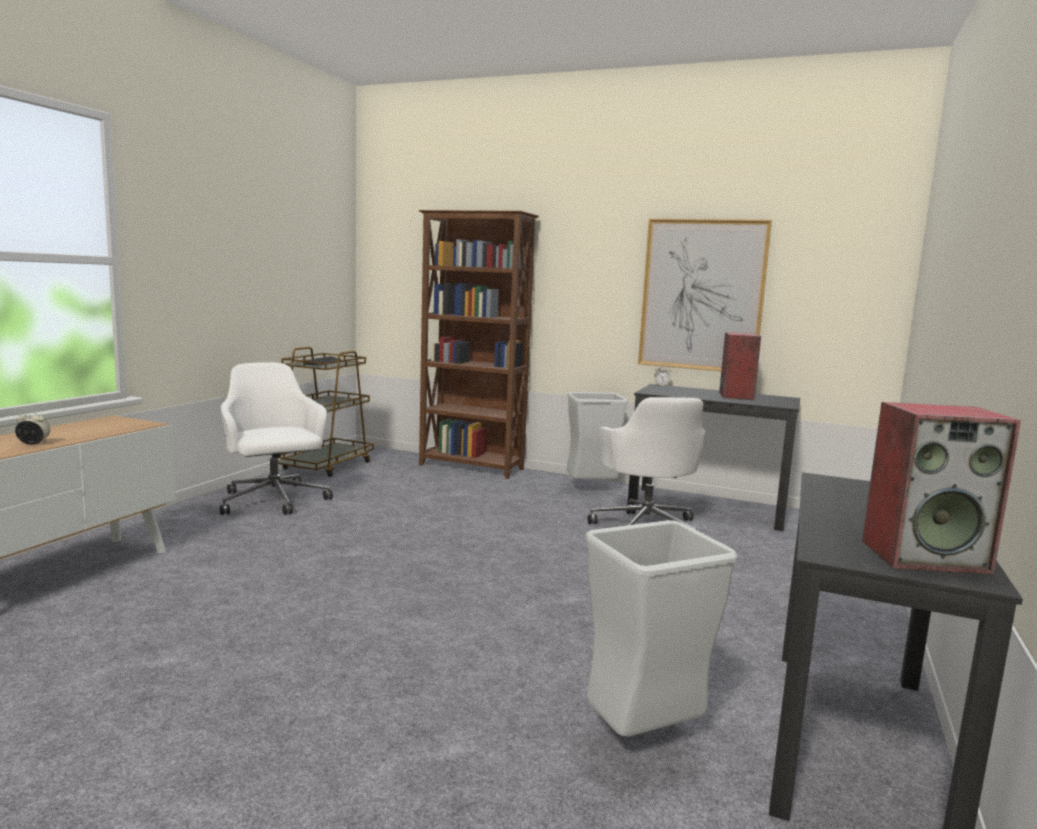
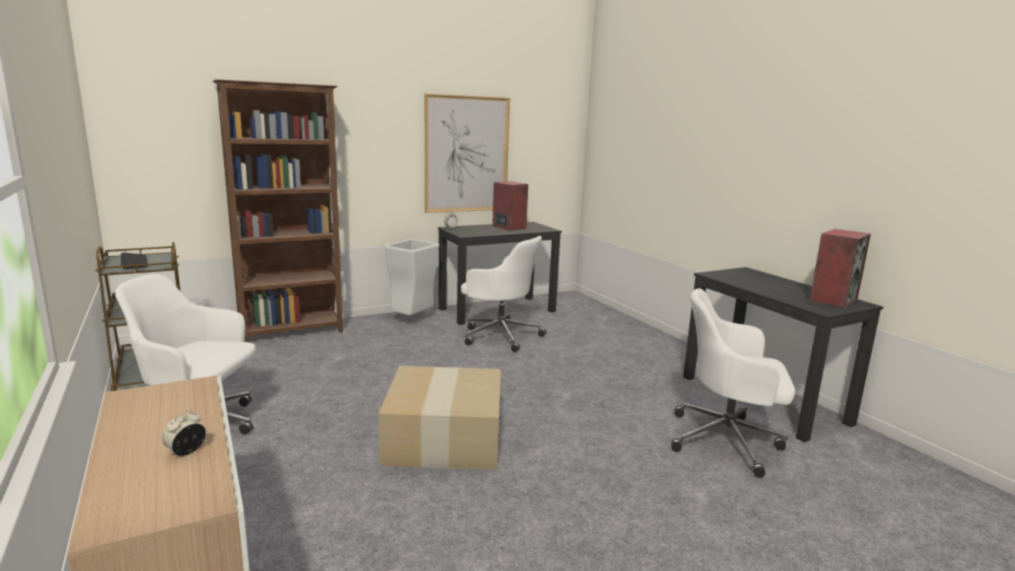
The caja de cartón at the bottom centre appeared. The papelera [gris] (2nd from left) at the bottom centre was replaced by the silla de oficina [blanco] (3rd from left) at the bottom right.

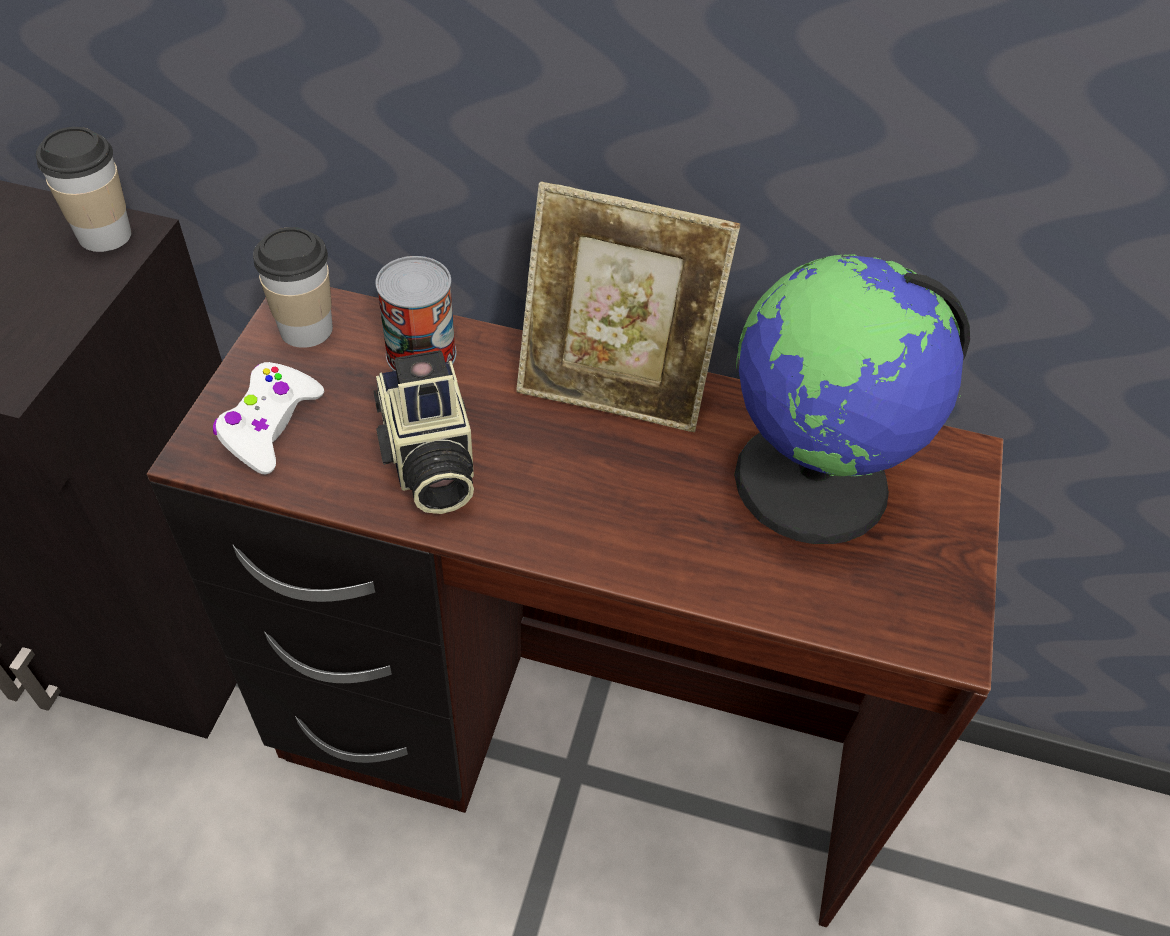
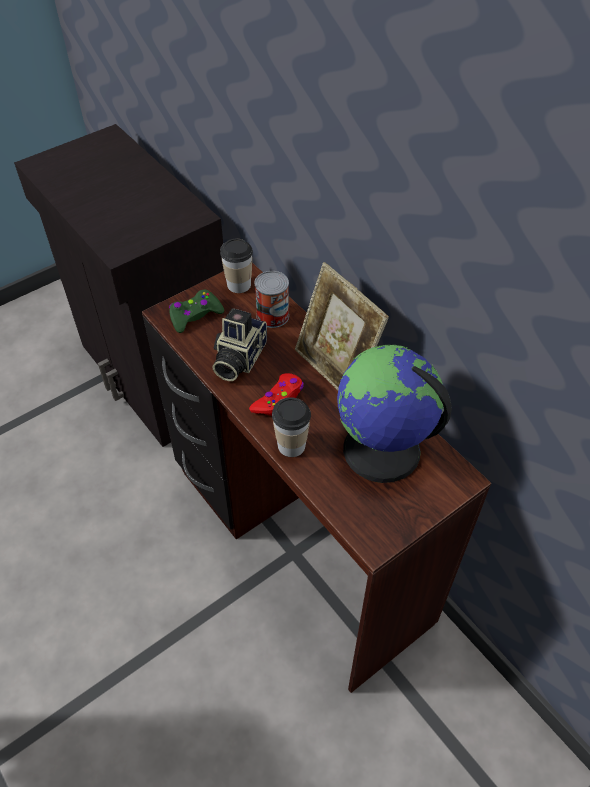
The mando de consola [blanco] at the middle left became the mando de consola [verde] at the middle left. The mando de consola [rojo] at the centre appeared. The taza (1st from left in the first image) moved from the top left to the centre.

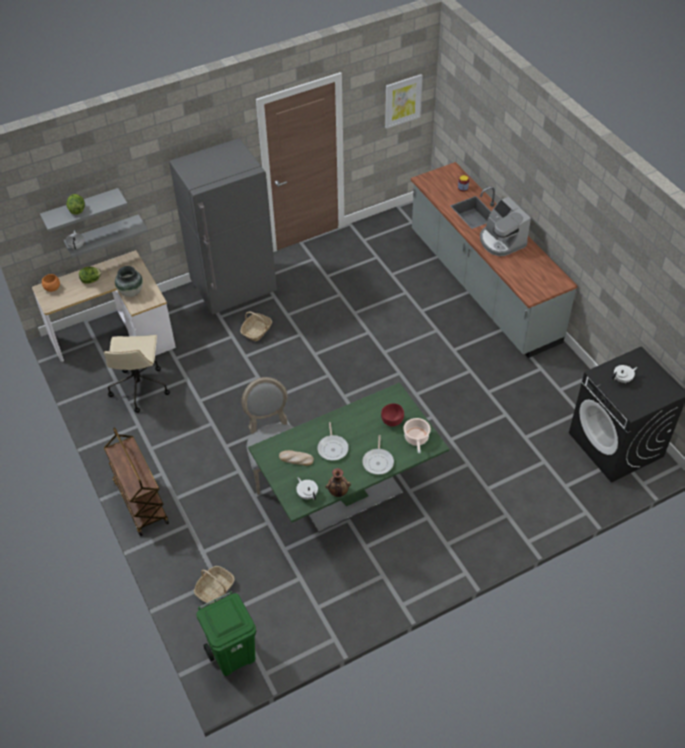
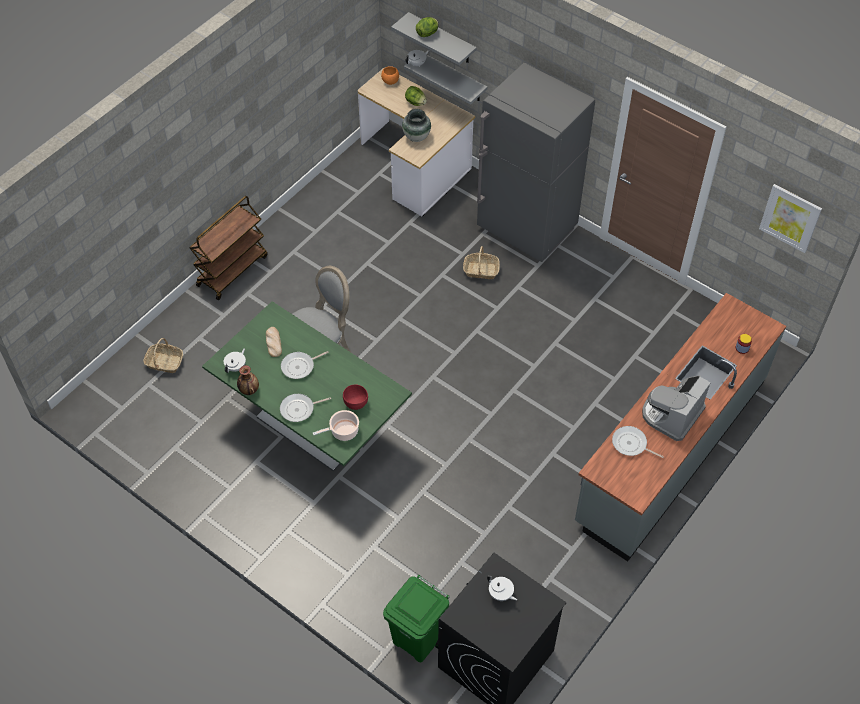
The papelera [verde] moved from the bottom left to the bottom centre. The sartén (3rd from left) at the middle right appeared. The silla de oficina [beis] at the middle left disappeared.

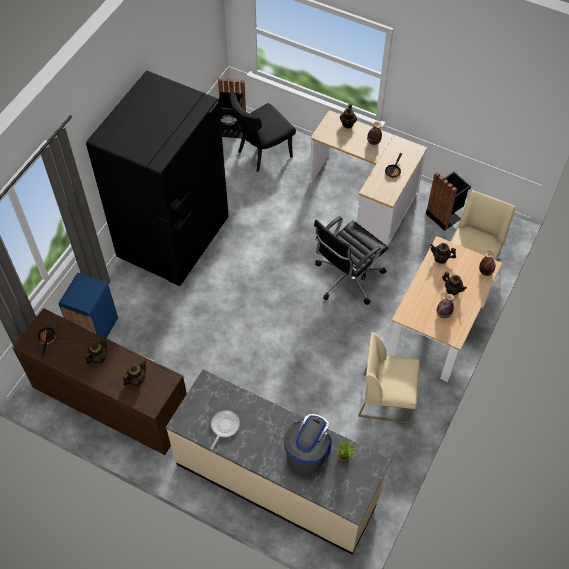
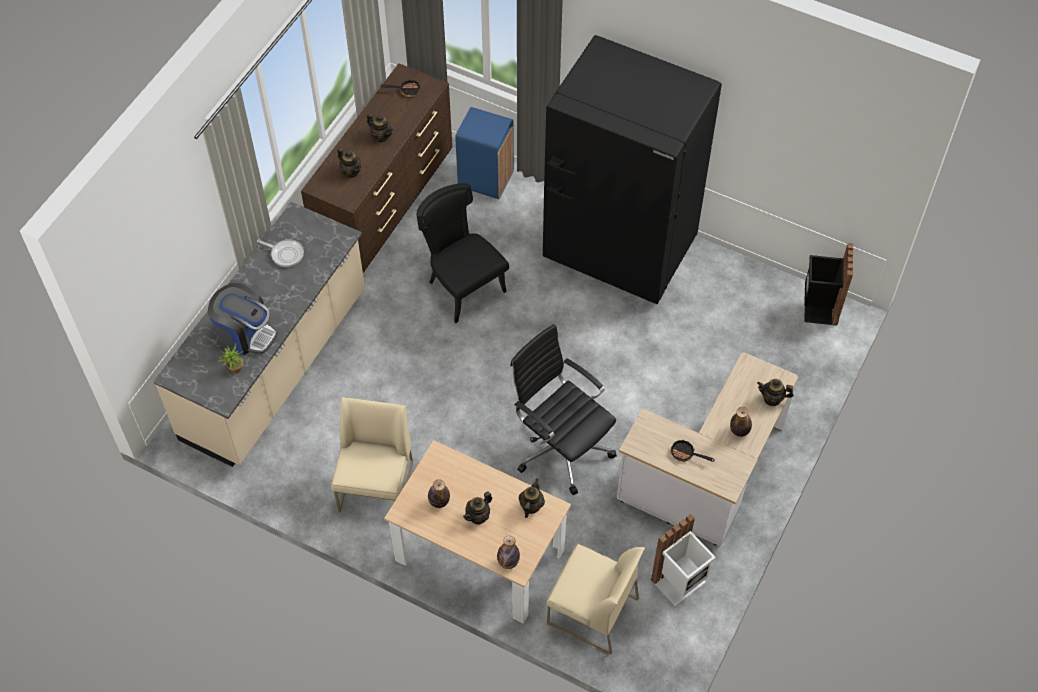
The silla [negro] moved from the top centre to the centre. The papelera [negro] (2nd from left) at the middle right became the papelera [blanco] at the bottom centre.

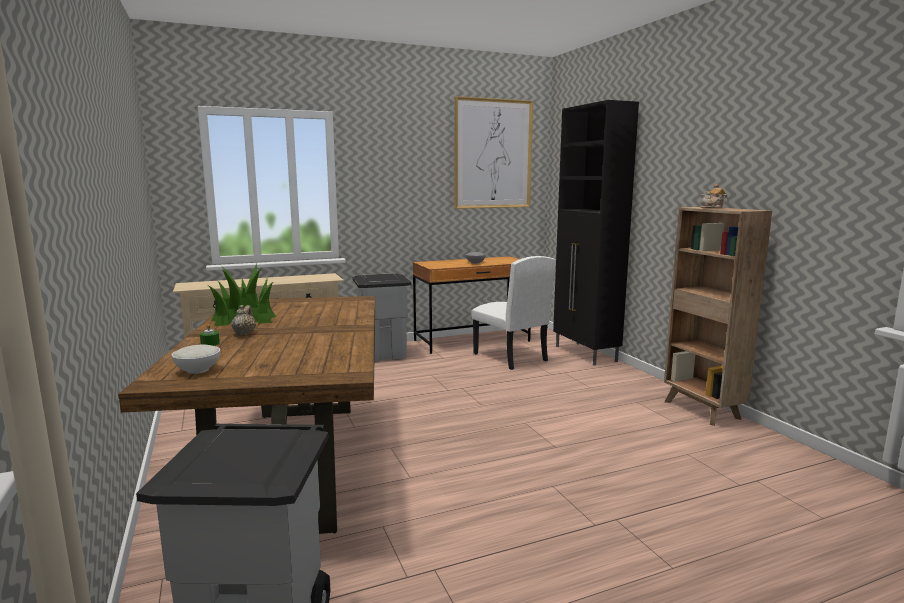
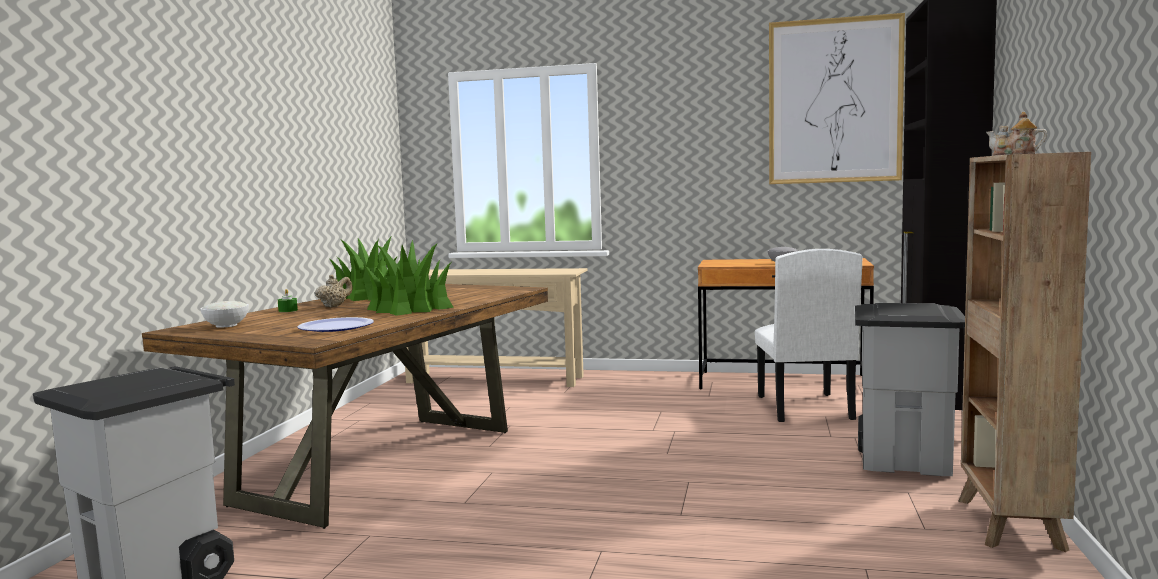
The plato at the middle left appeared. The planta en maceta (2nd from left) at the centre appeared. The papelera [gris] (2nd from left) moved from the centre to the bottom right.

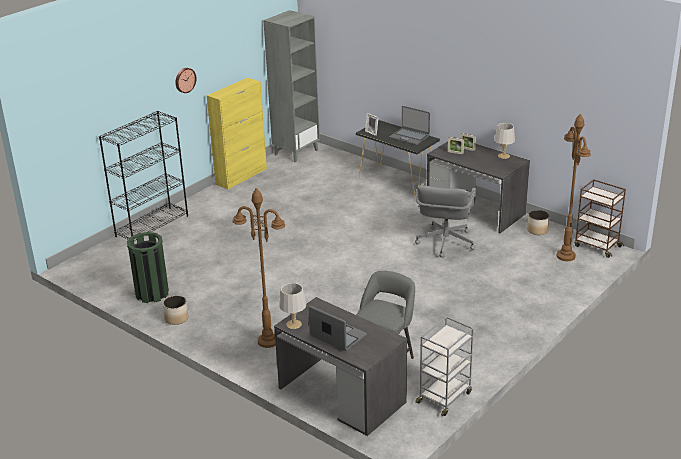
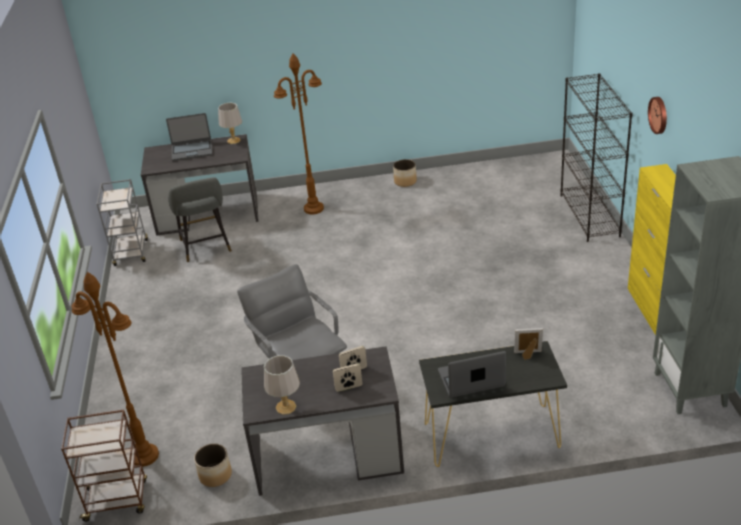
The papelera [verde] at the middle left disappeared.

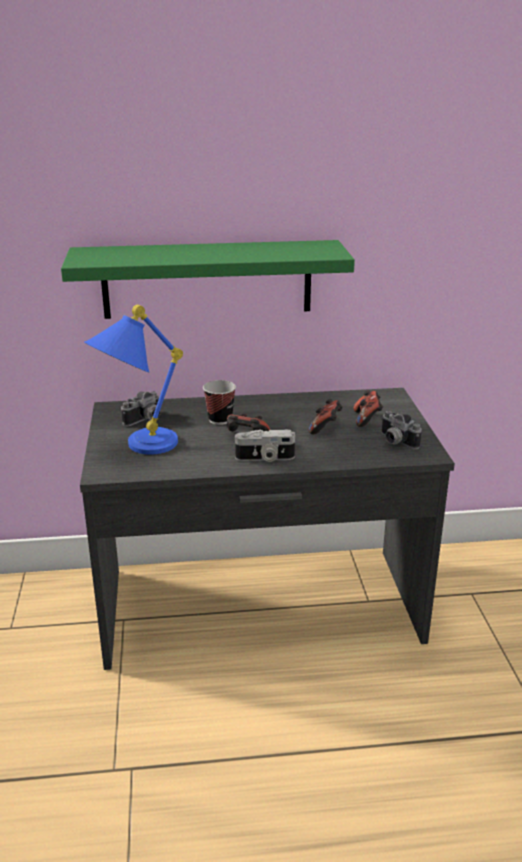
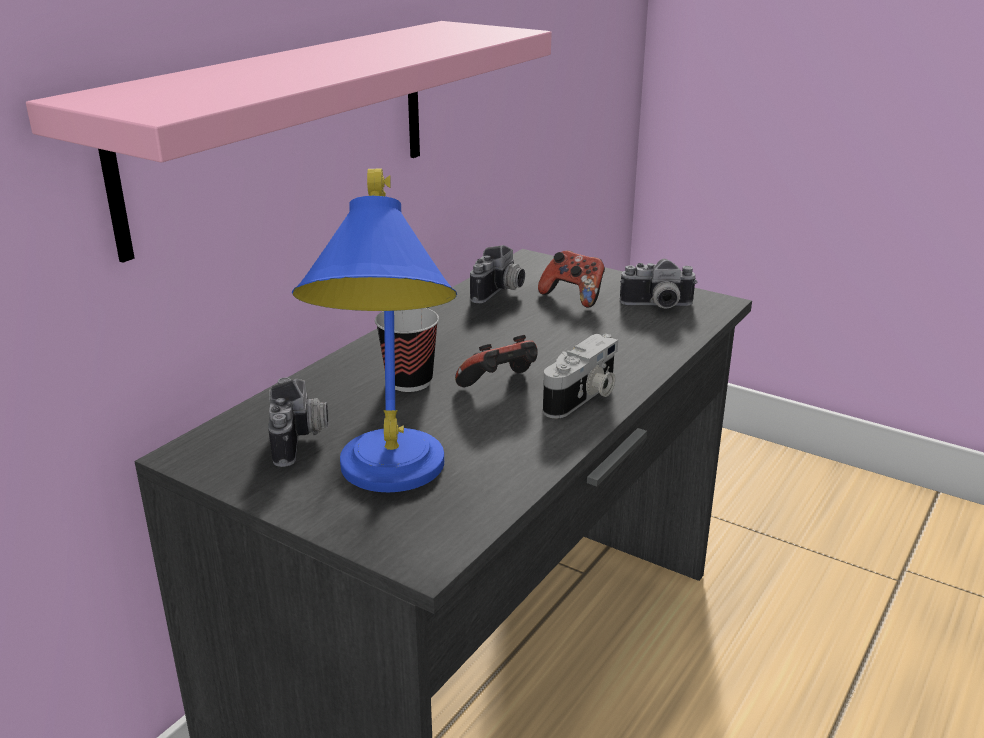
The estante [verde] at the top centre became the estante [rosa] at the top left. The cámara (2nd from left) at the centre appeared. The mando de consola (2nd from left) at the centre disappeared.

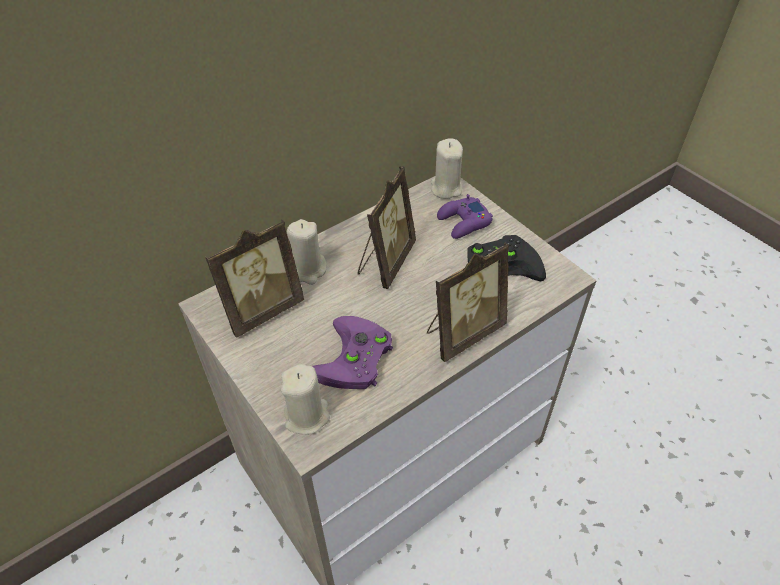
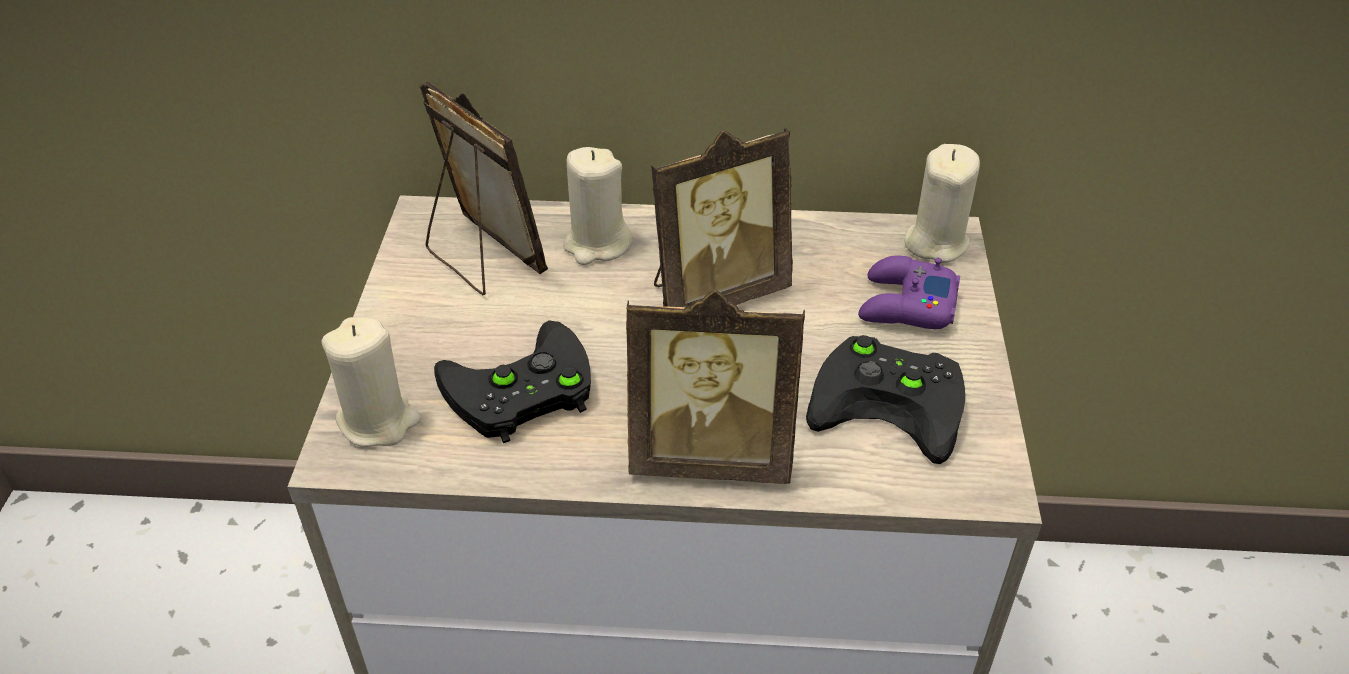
The portarretratos (1st from left) at the middle left turned 135 degrees counterclockwise. The mando de consola [morado] (1st from left) at the centre became the mando de consola [negro] (1st from left) at the centre.

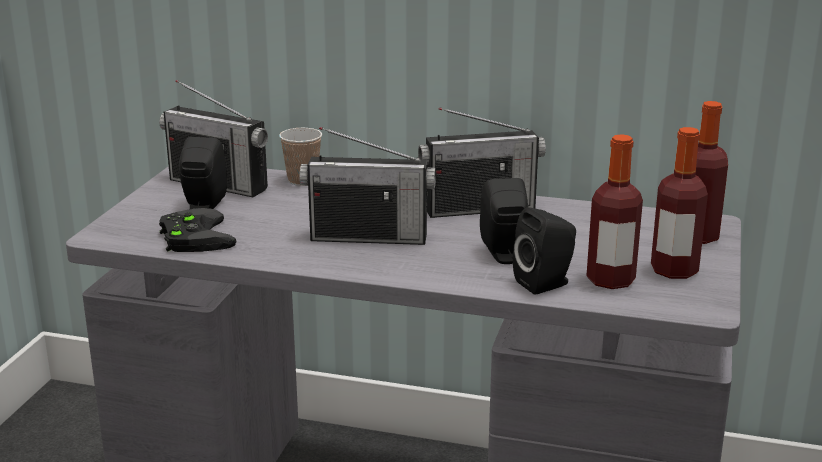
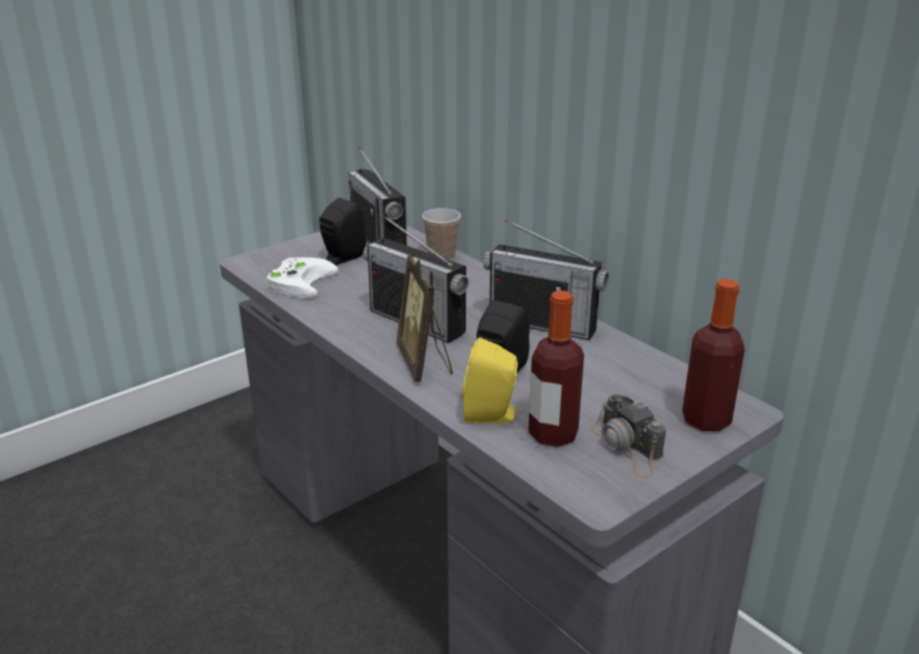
The mando de consola [negro] at the middle left became the mando de consola [blanco] at the middle left. The portarretratos at the centre appeared. The altavoz [negro] (3rd from left) at the centre became the altavoz [amarillo] at the centre. The botella (2nd from left) at the middle right was replaced by the cámara at the bottom right.

